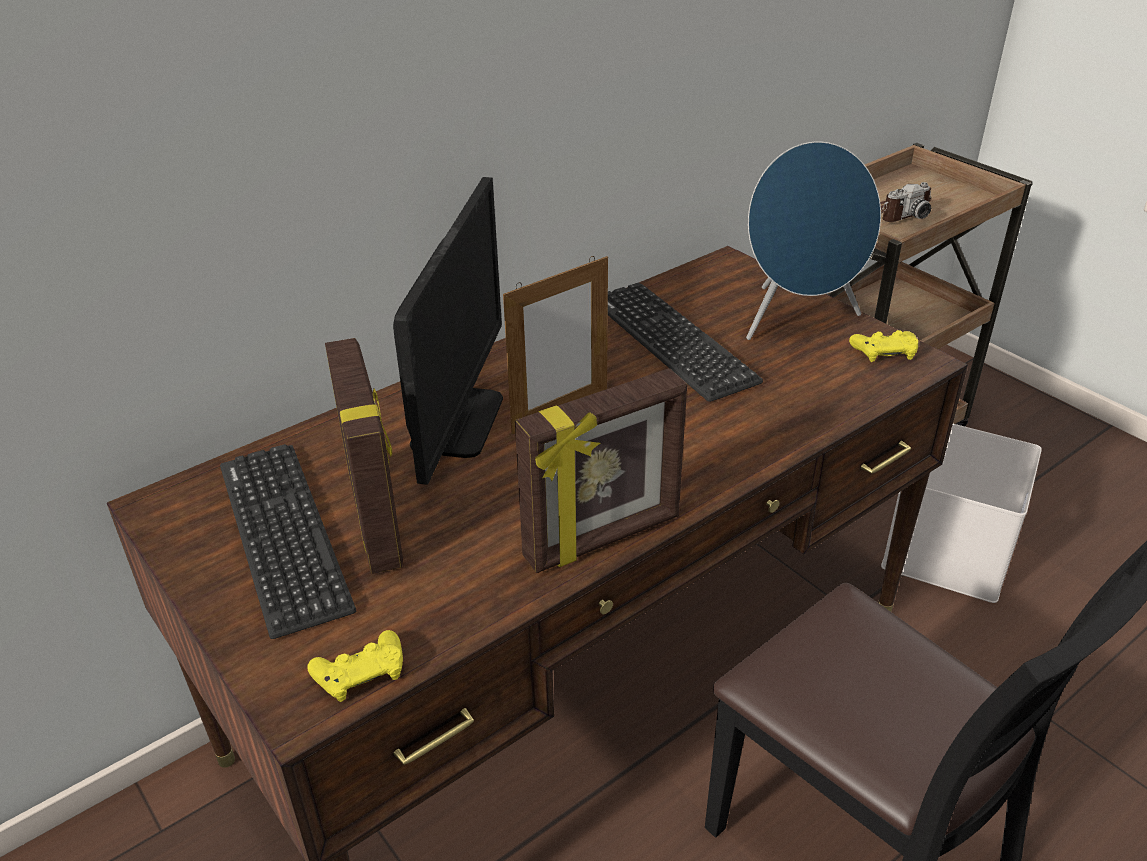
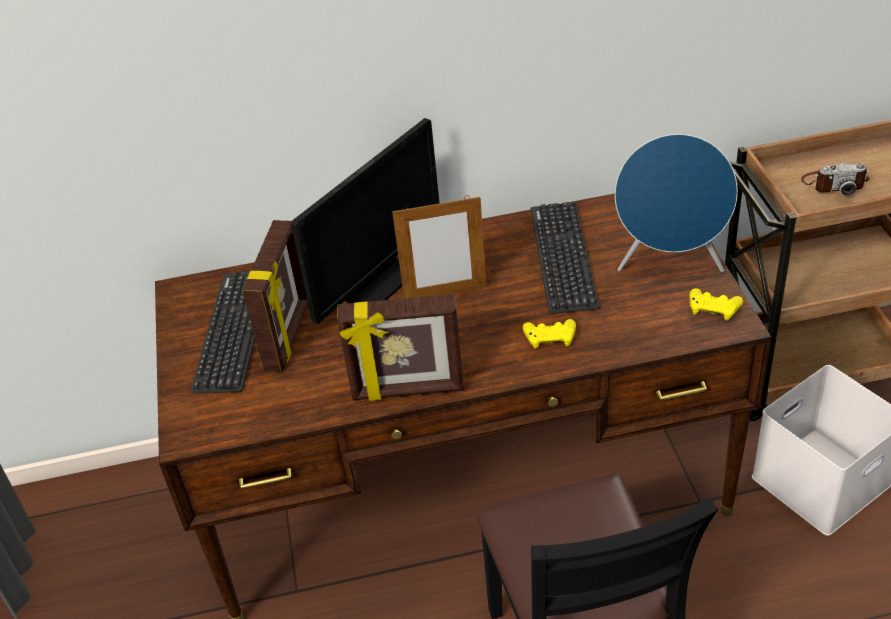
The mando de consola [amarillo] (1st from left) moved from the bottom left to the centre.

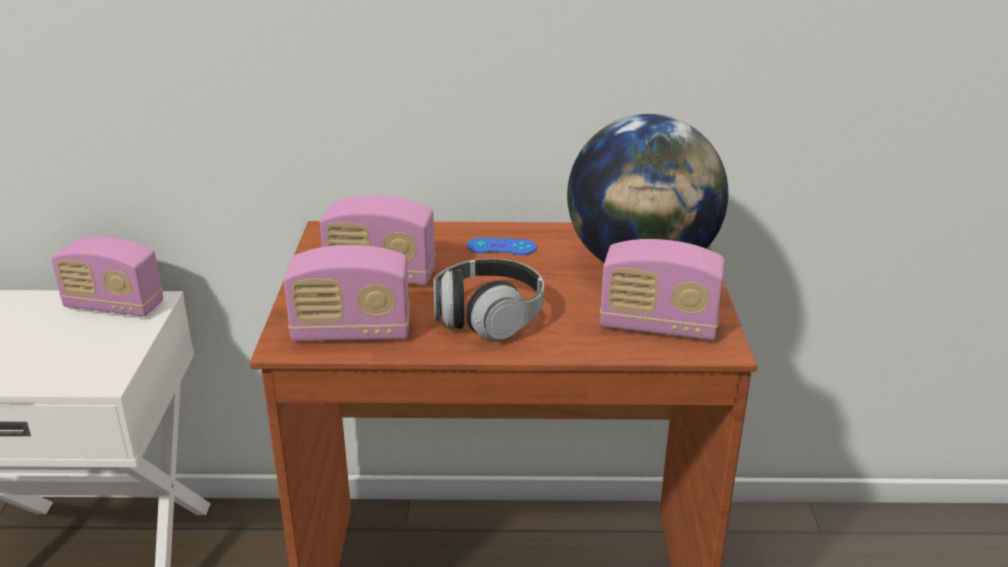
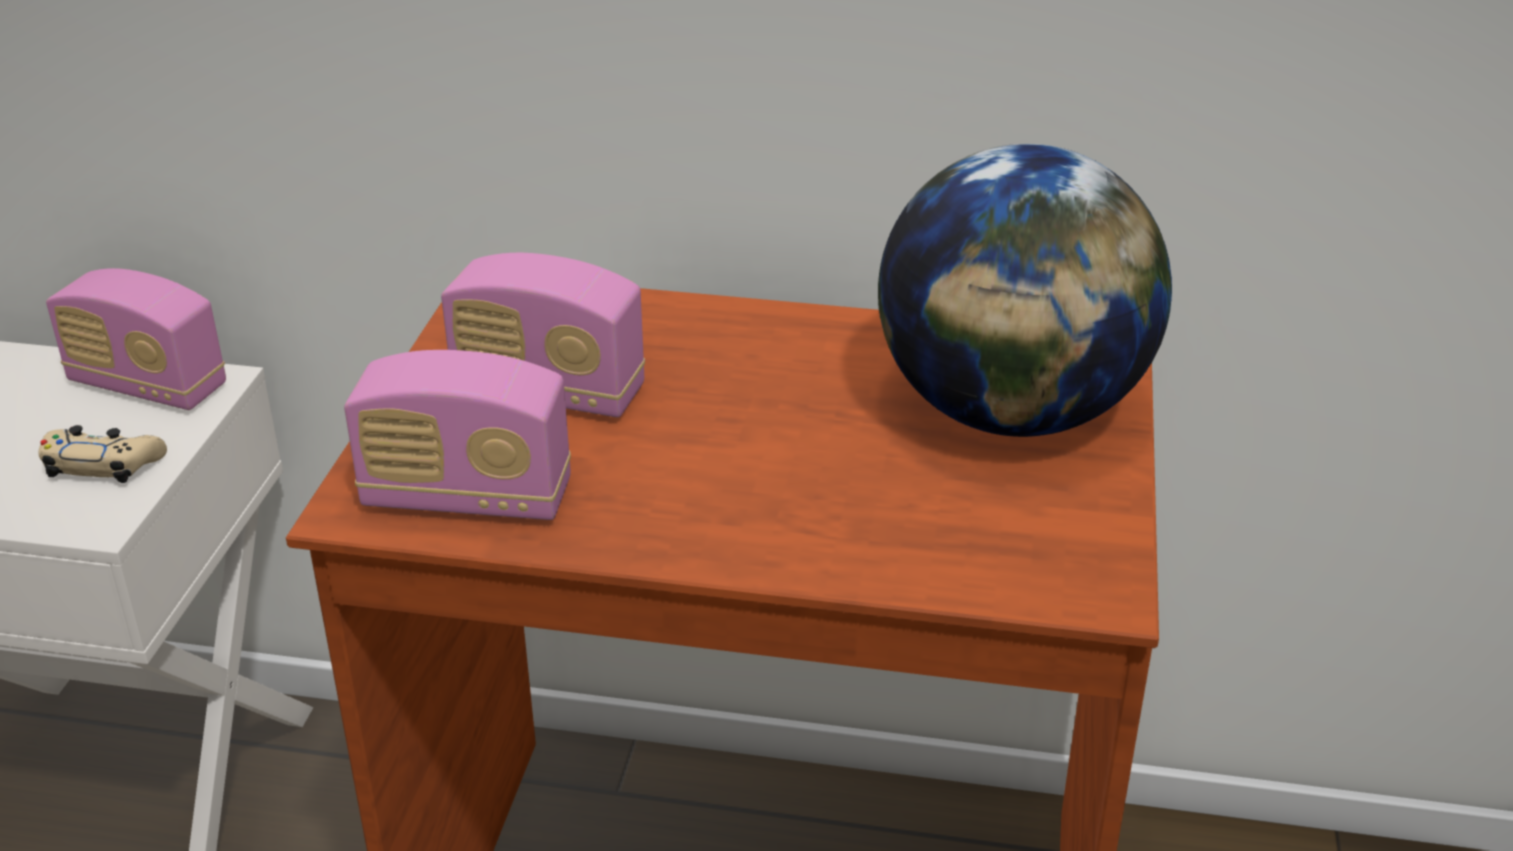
The mando de consola [beis] at the middle left appeared. The auriculares at the centre disappeared. The mando de consola [azul] at the centre disappeared. The radio (4th from left) at the centre disappeared.

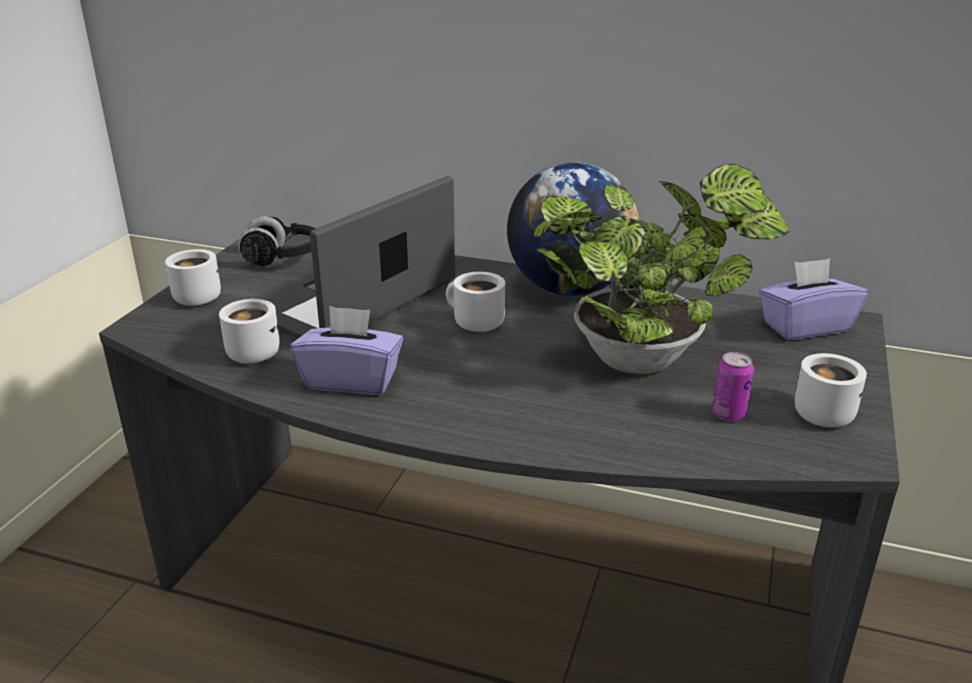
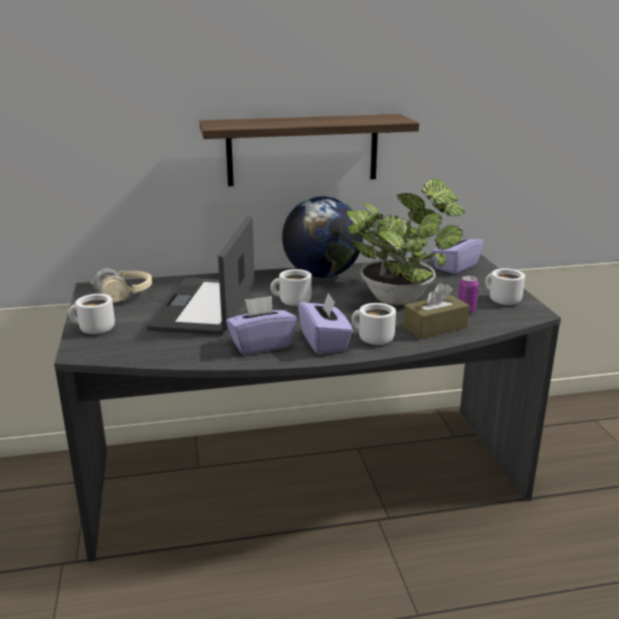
The auriculares [negro] at the middle left became the auriculares [beis] at the middle left. The estante at the top centre appeared. The caja de pañuelos [morado] (2nd from left) at the centre appeared. The taza grande [blanco] (2nd from left in the first image) moved from the middle left to the centre. The caja de pañuelos [marrón] at the middle right appeared.

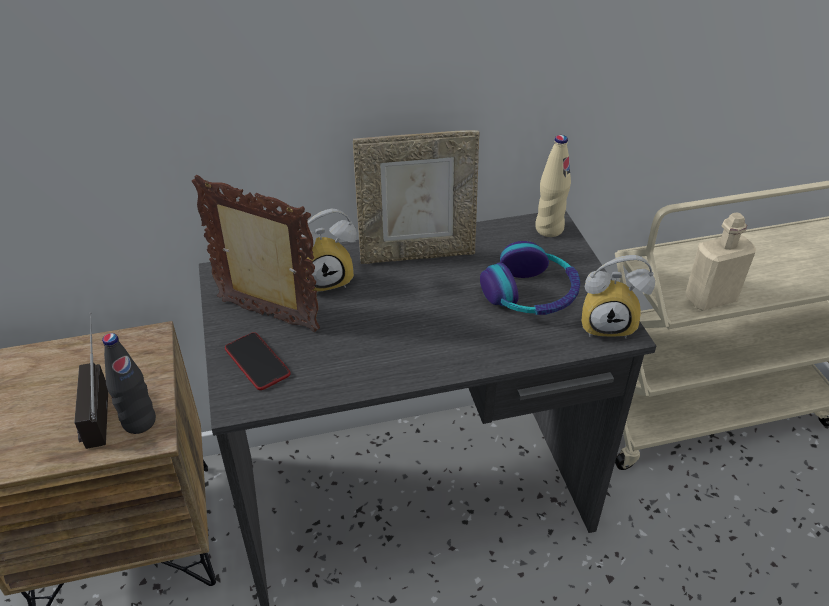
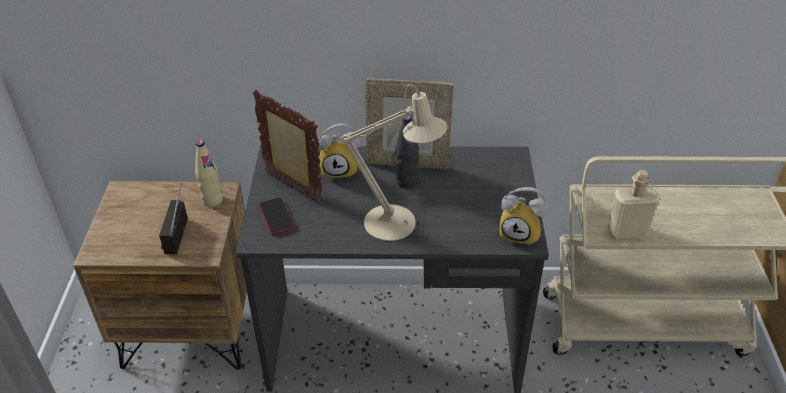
The botella [beis] (1st from left) moved from the top right to the middle left. The lámpara de mesa [beis] at the centre appeared. The botella [negro] moved from the middle left to the centre. The auriculares at the centre disappeared.

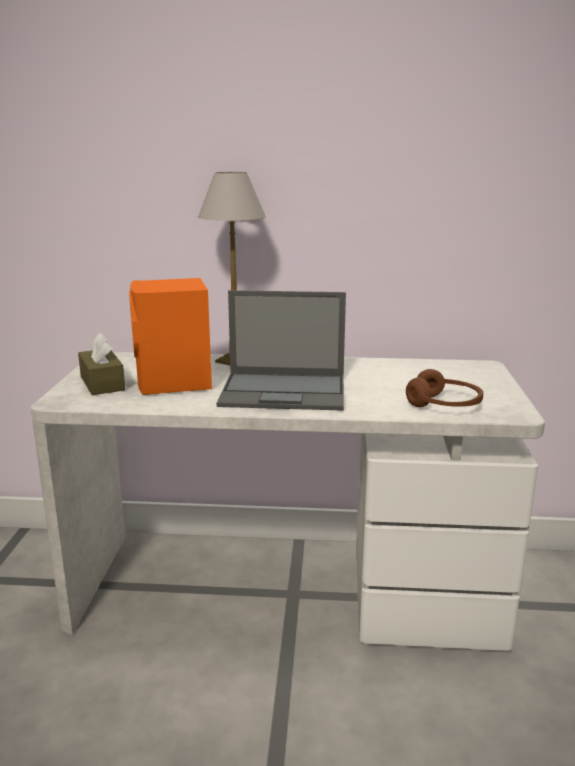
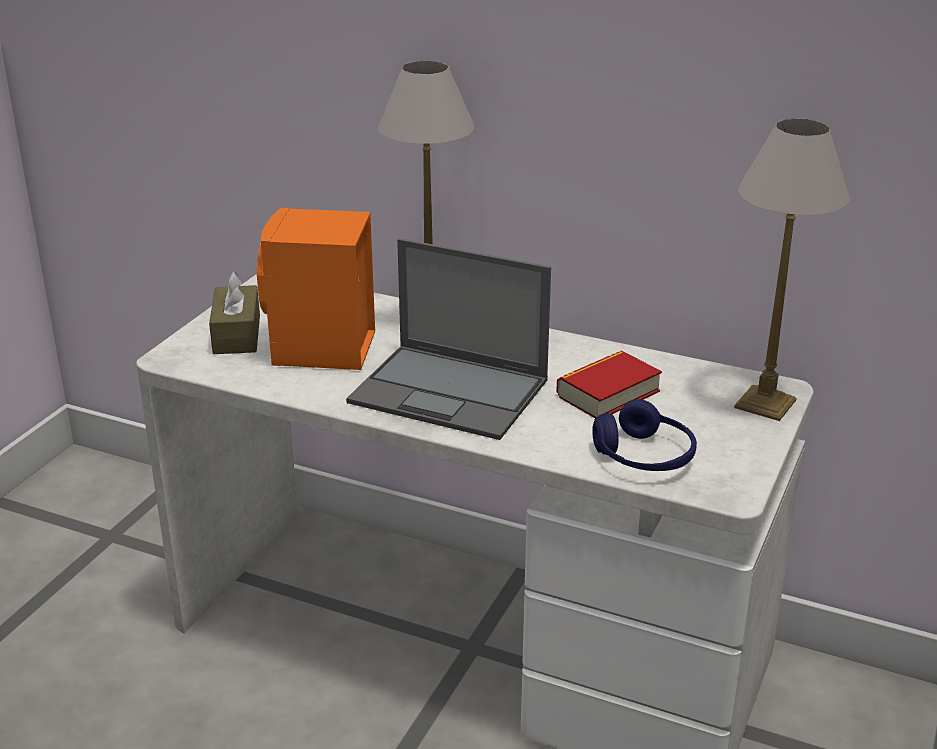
The libro at the centre appeared. The auriculares [marrón] at the middle right became the auriculares [azul] at the middle right. The lámpara de mesa (2nd from left) at the middle right appeared.

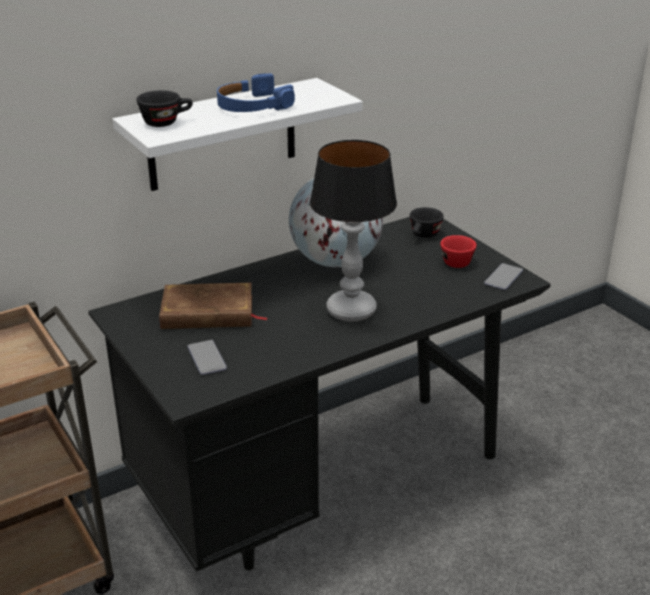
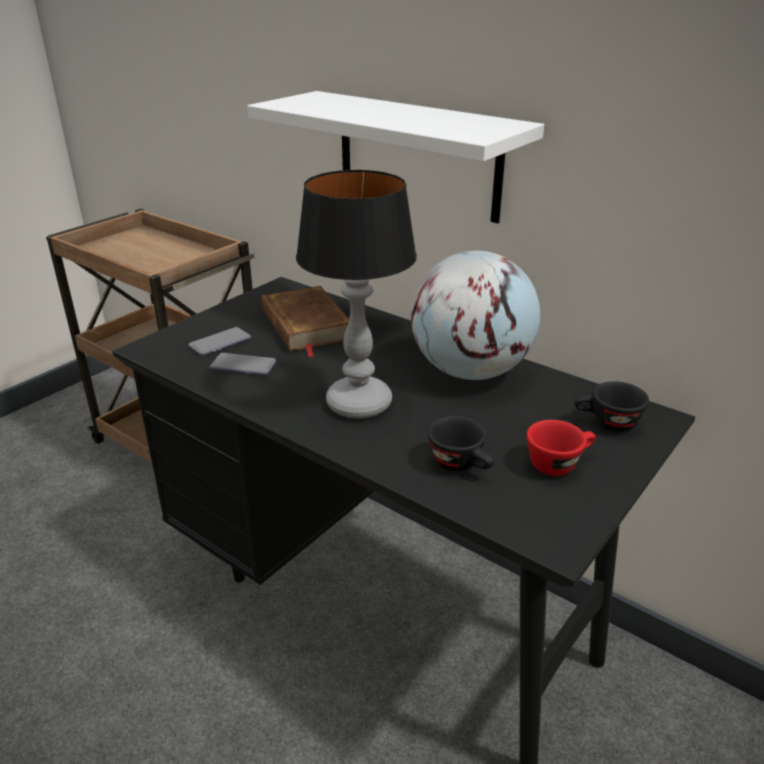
The móvil (2nd from left) moved from the middle right to the middle left. The taza [negro] (1st from left) moved from the top left to the centre. The auriculares [azul] at the top centre disappeared.

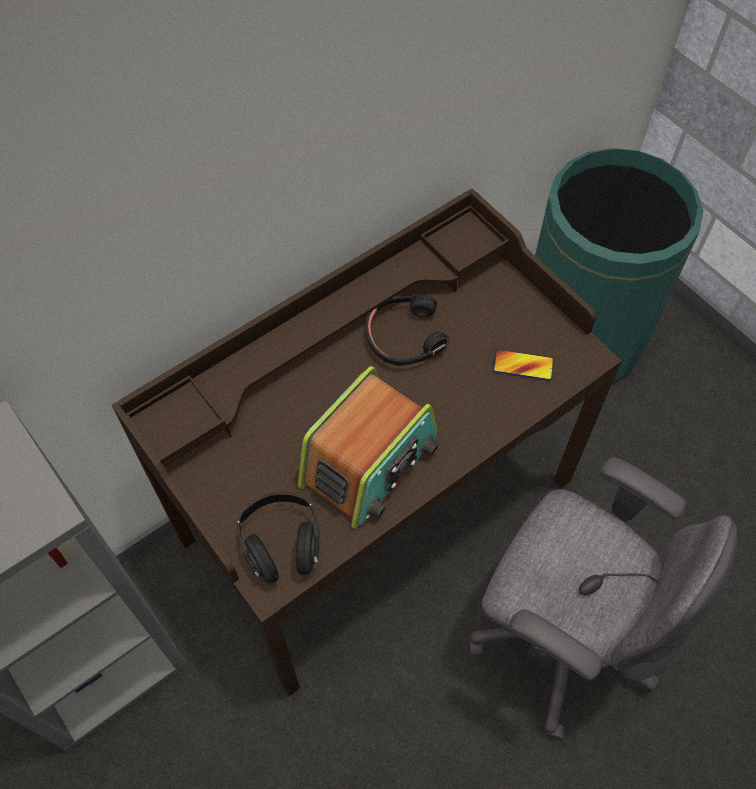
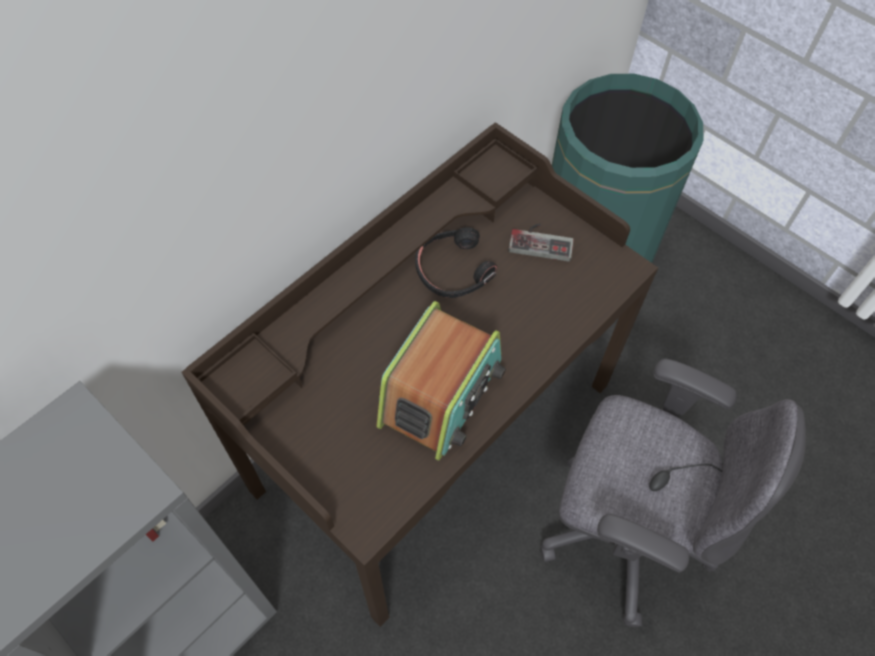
The mando de consola at the centre appeared. The auriculares [negro] (1st from left) at the bottom centre disappeared. The móvil at the middle right disappeared.

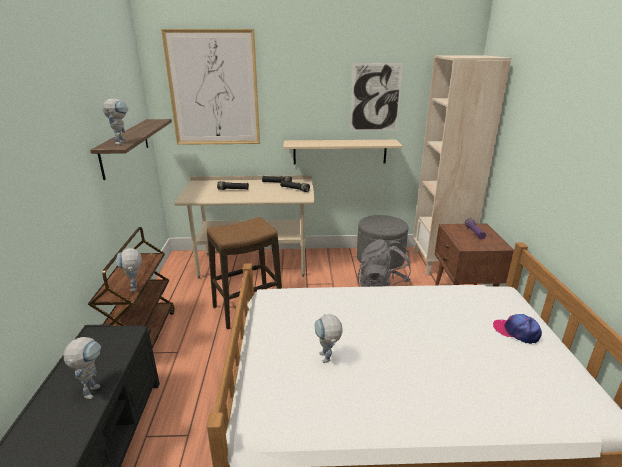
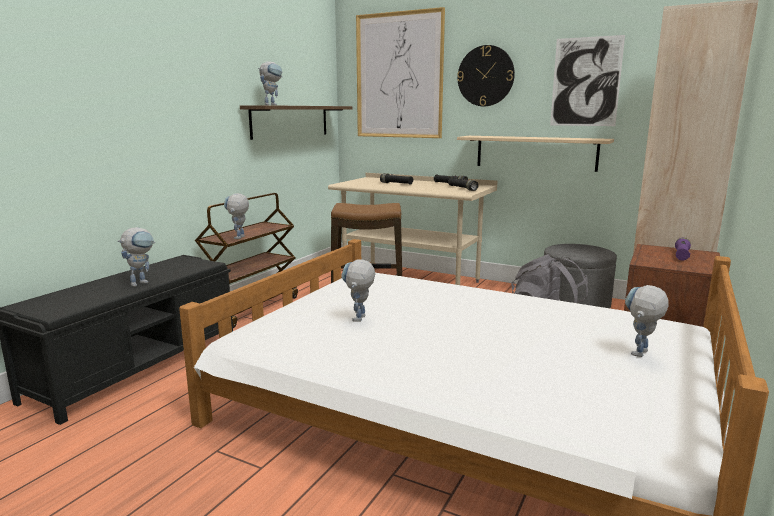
The reloj de pared at the top centre appeared. The gorra at the bottom right was replaced by the robot de juguete (5th from left) at the middle right.

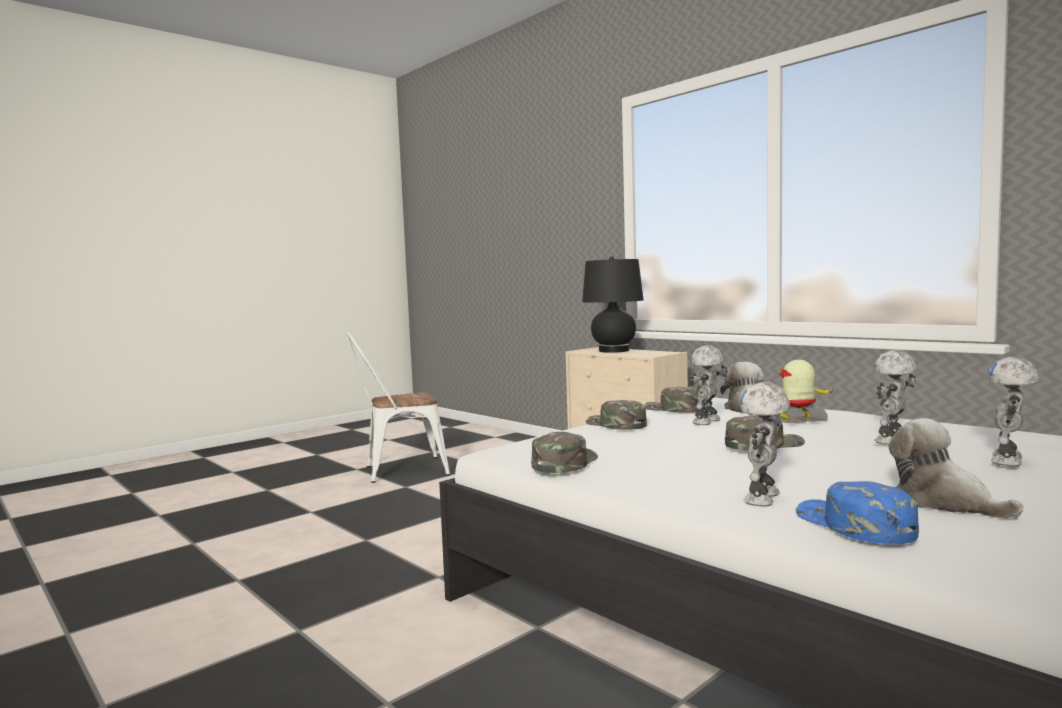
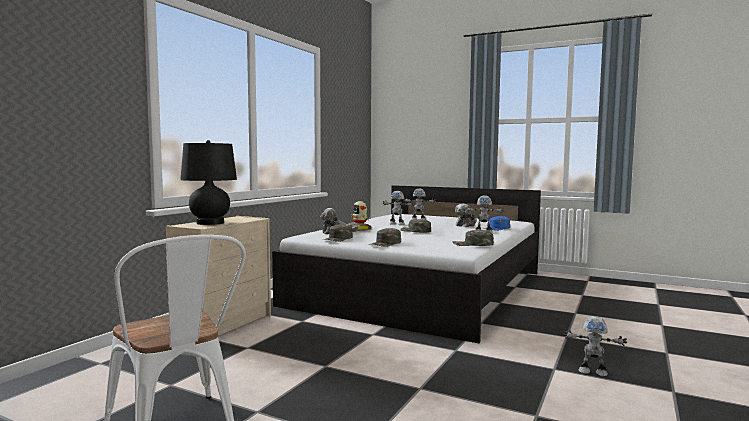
The robot de juguete (1st from left in the first image) moved from the middle right to the bottom right.

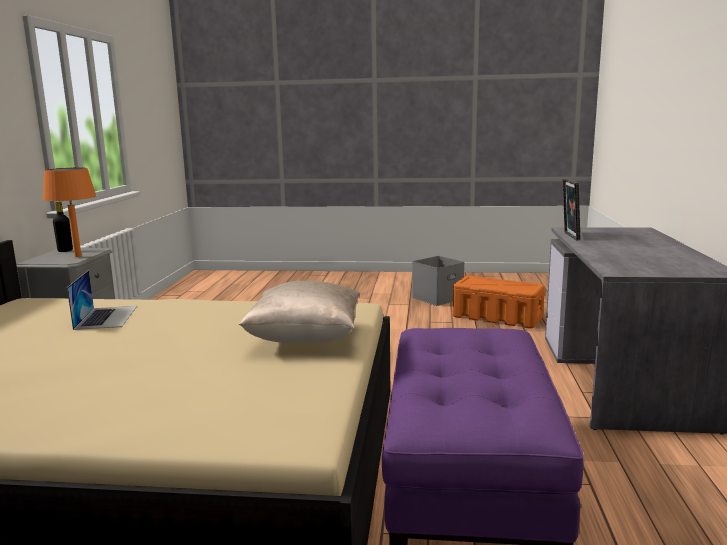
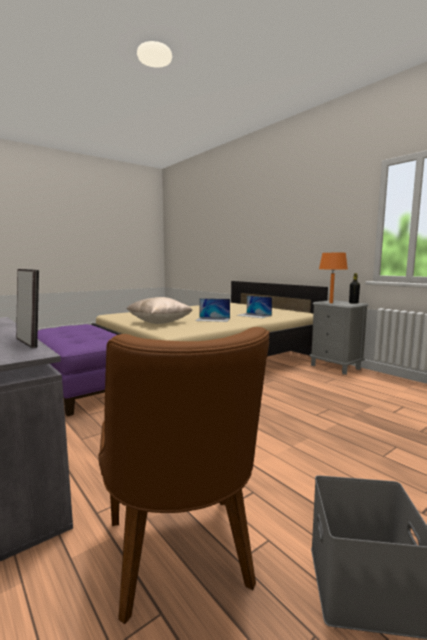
The caja de almacenaje [naranja] at the middle right was replaced by the silla [marrón] at the bottom centre. The portátil (1st from left) at the centre appeared.

